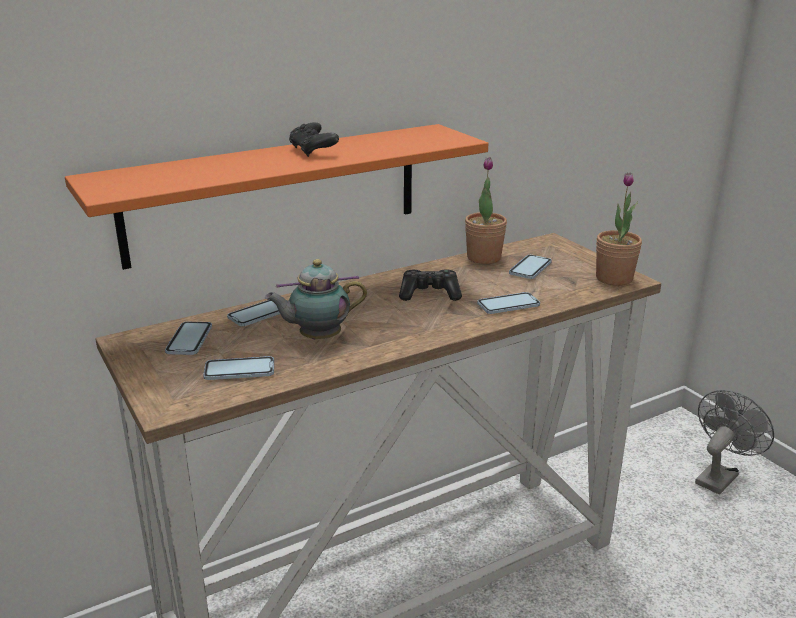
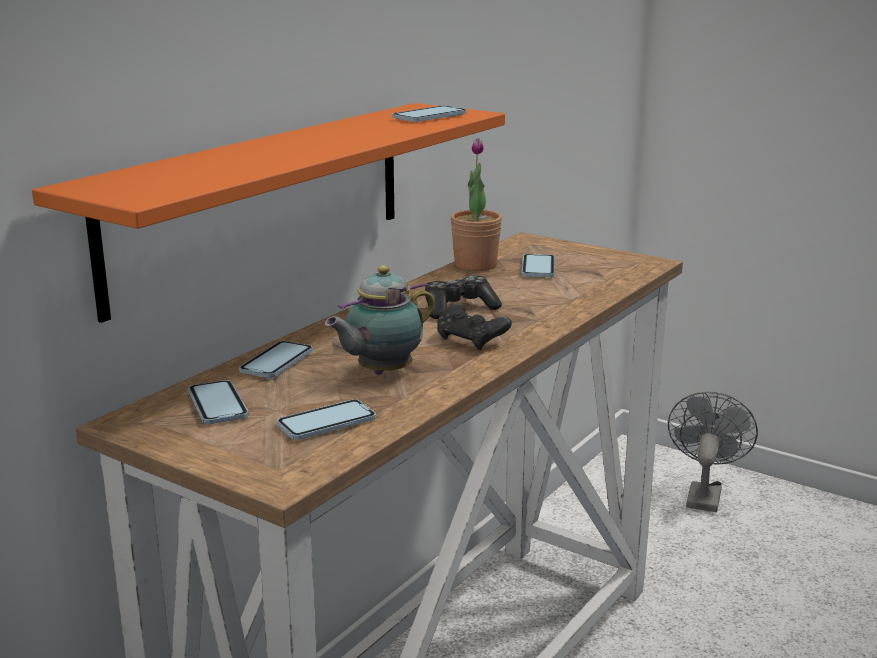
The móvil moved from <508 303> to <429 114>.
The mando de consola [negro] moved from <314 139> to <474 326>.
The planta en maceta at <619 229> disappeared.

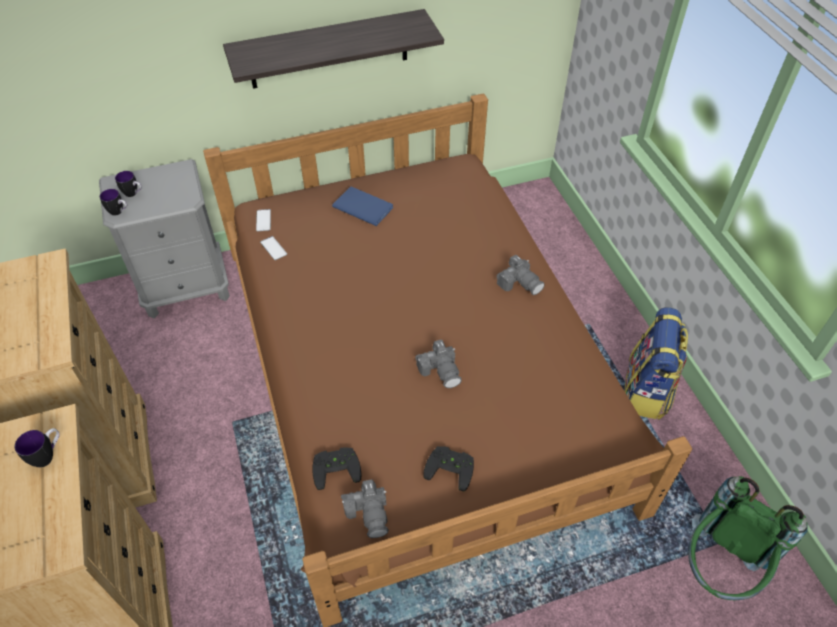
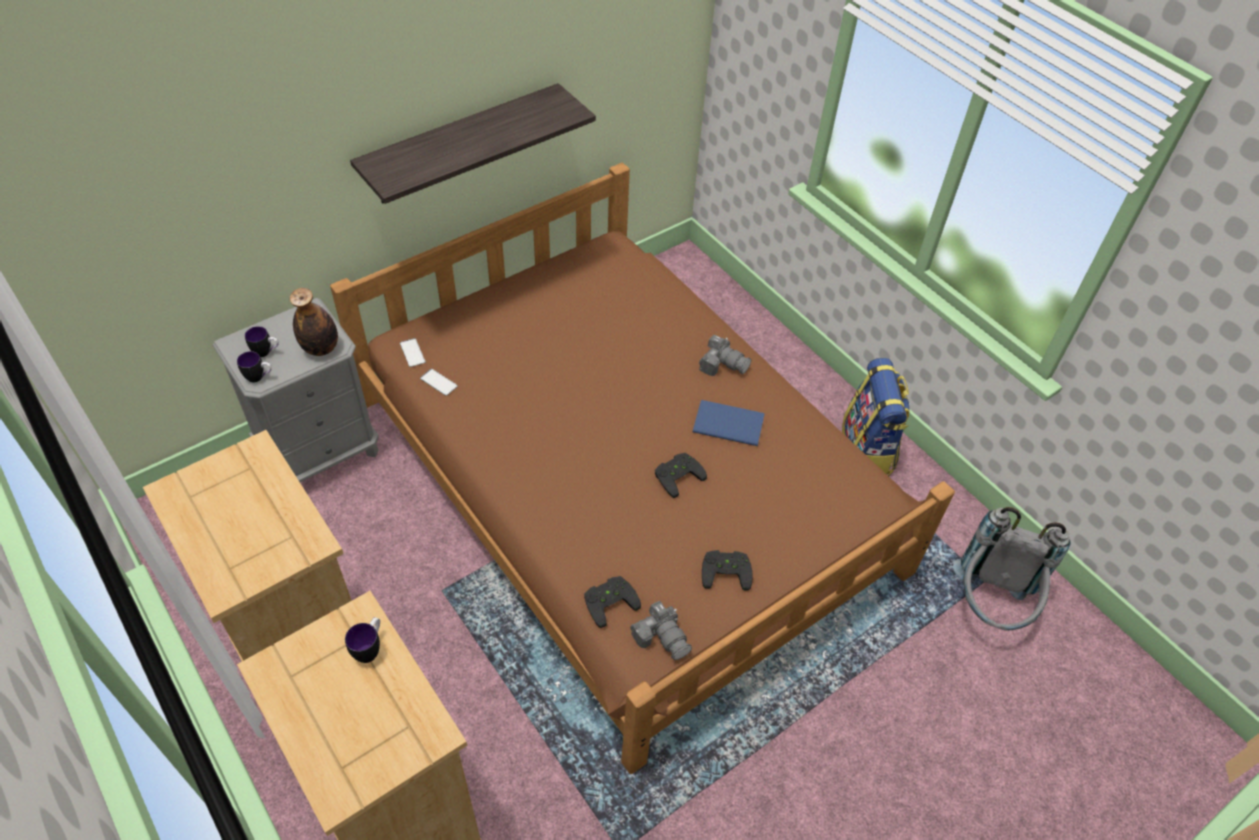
The botella at <314 322> appeared.
The cámara at <438 363> was replaced by the mando de consola [negro] at <681 475>.
The libro [azul] moved from <362 206> to <728 423>.
The mochila [verde] at <748 538> became the mochila [gris] at <1012 569>.

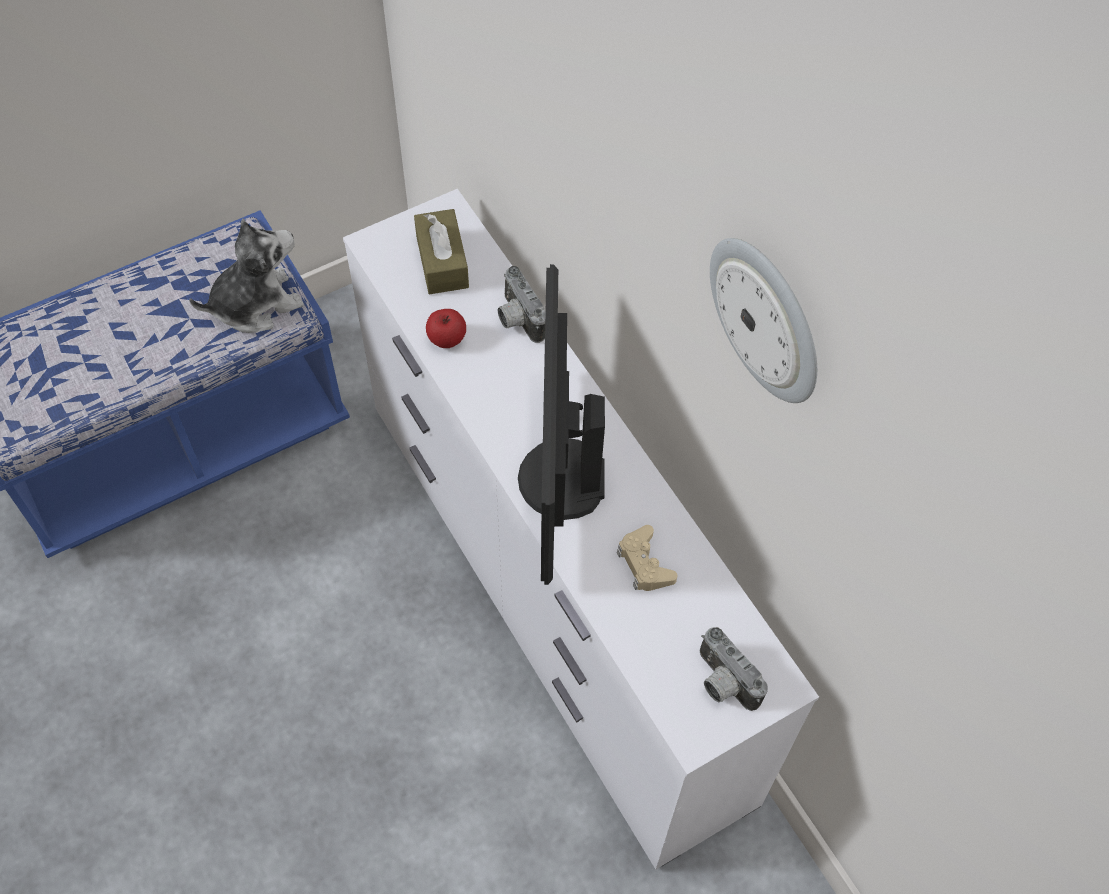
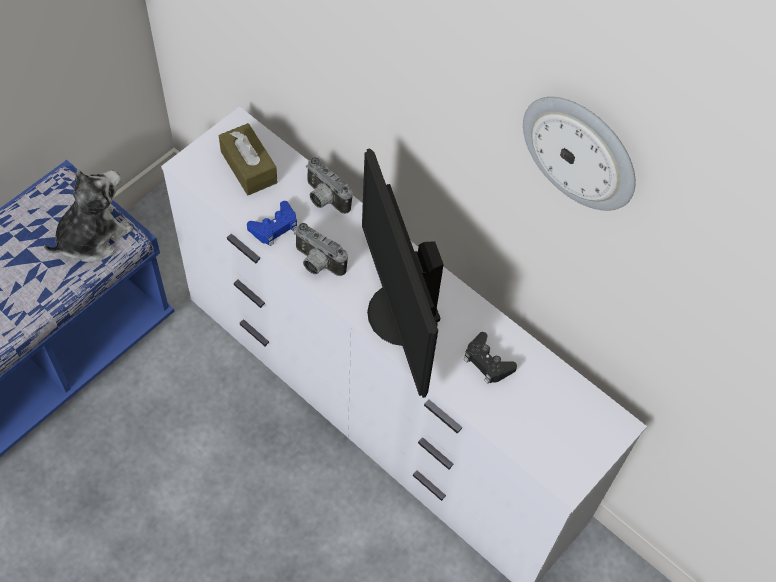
The manzana at <446 328> was replaced by the mando de consola [azul] at <272 223>.
The cámara moved from <734 669> to <321 249>.
The mando de consola [beis] at <647 558> became the mando de consola [negro] at <490 358>.

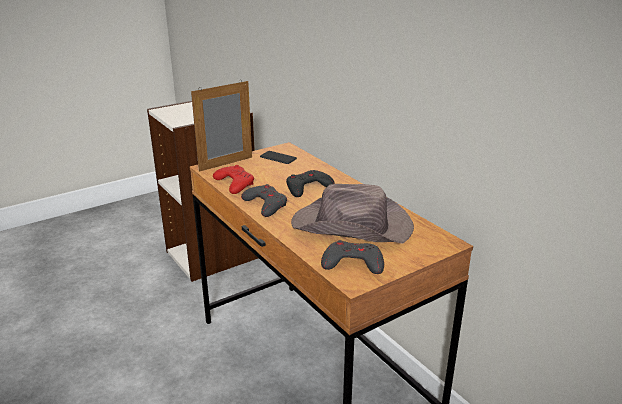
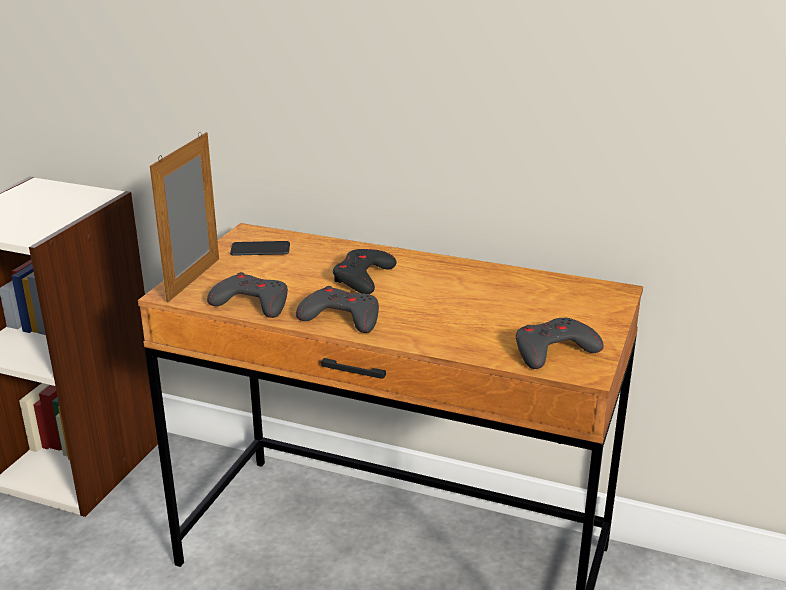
The mando de consola [rojo] at <233 179> became the mando de consola [gris] at <247 295>.
The sombrero [marrón] at <352 214> disappeared.

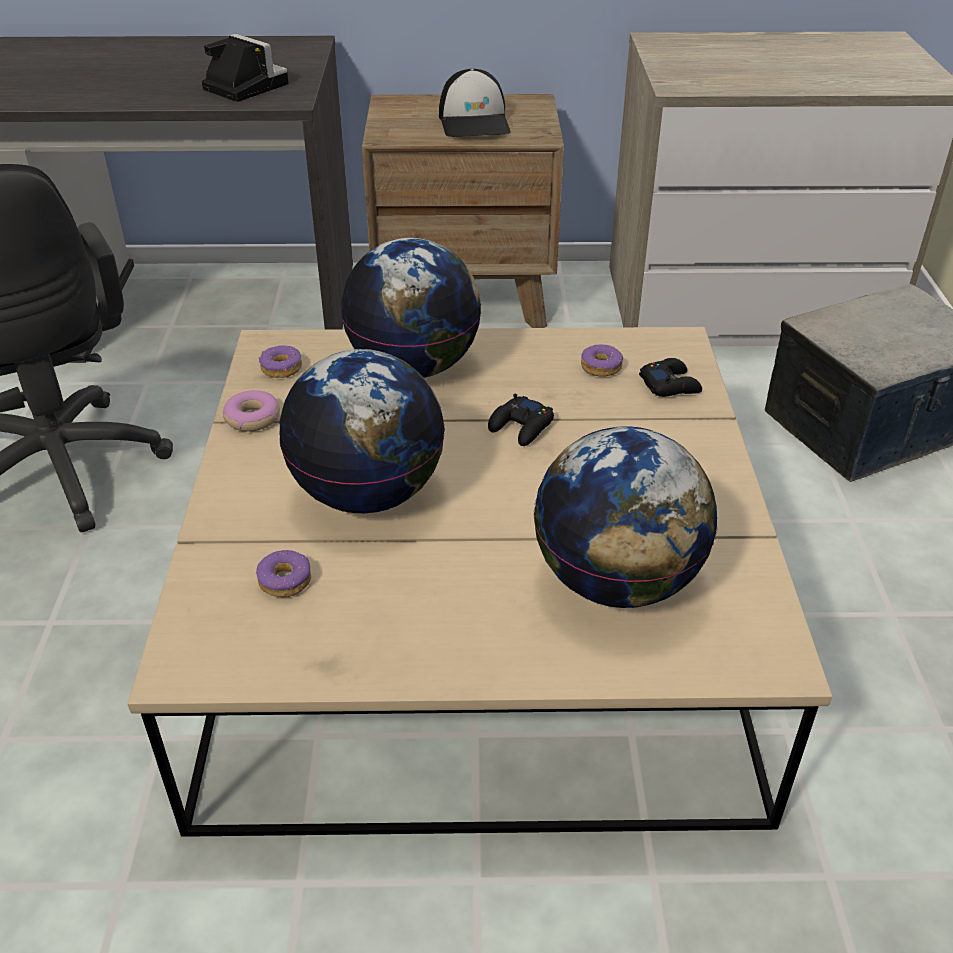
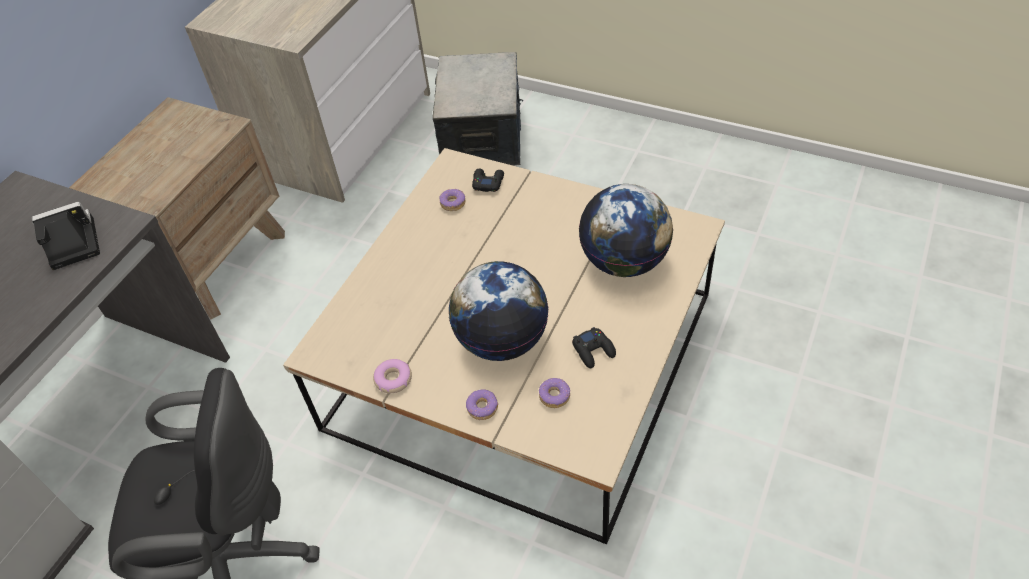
The rosquilla moved from <280 361> to <482 404>.
The mando de consola [negro] moved from <521 420> to <594 347>.
The globo terráqueo at <411 308> disappeared.
The gorra at <475 103> disappeared.

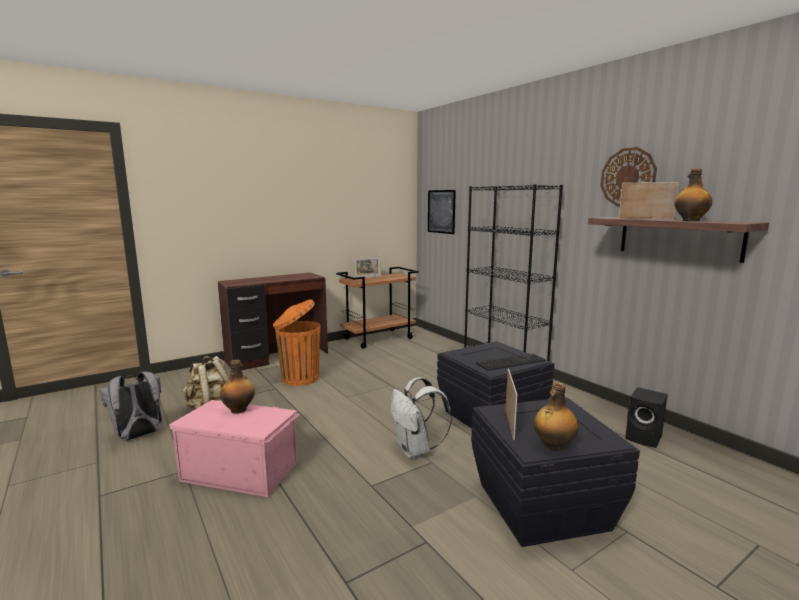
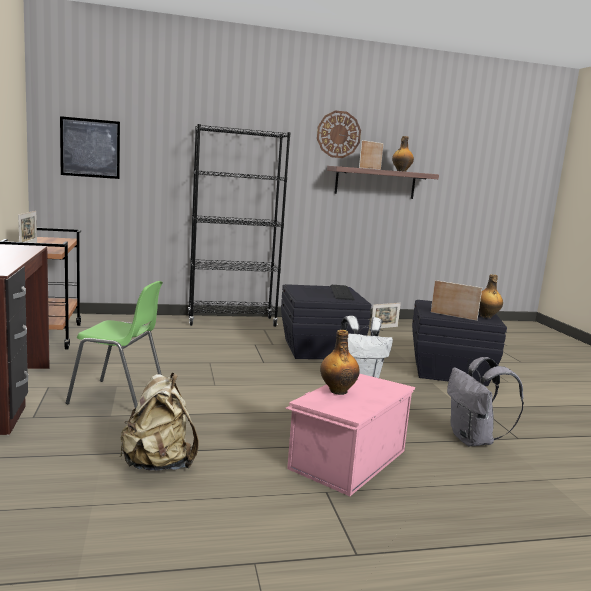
The papelera [naranja] at <296 342> was replaced by the silla [verde] at <114 345>.
The altavoz [negro] at <646 417> was replaced by the portarretratos at <386 315>.
The mochila [gris] moved from <130 406> to <485 401>.

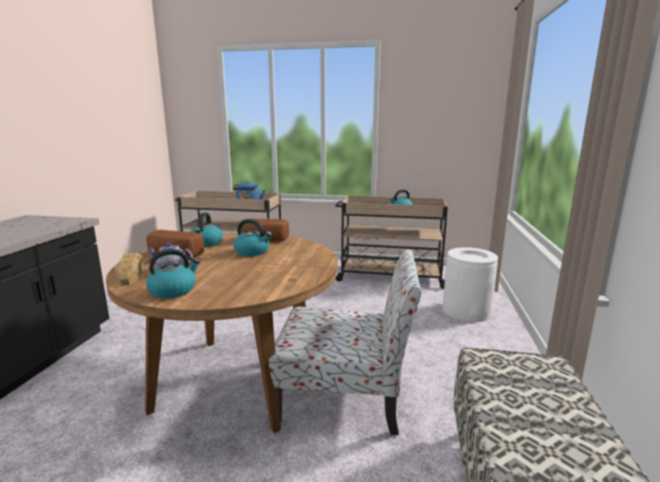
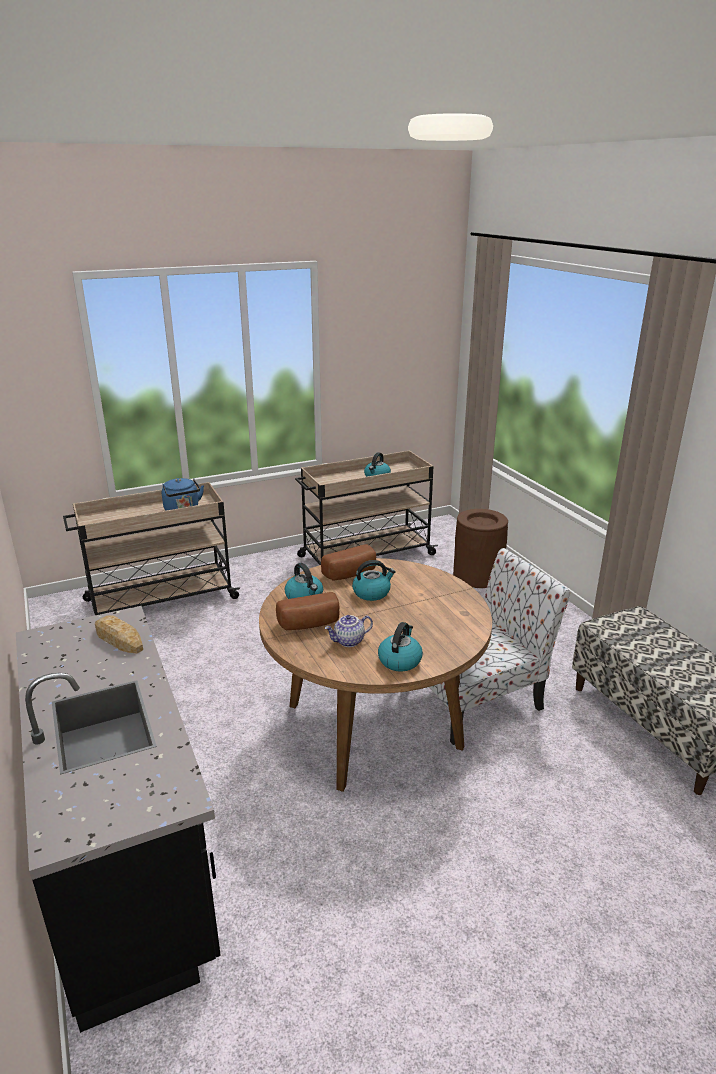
The pan moved from <129 269> to <119 634>.
The papelera [blanco] at <470 284> became the papelera [marrón] at <480 548>.

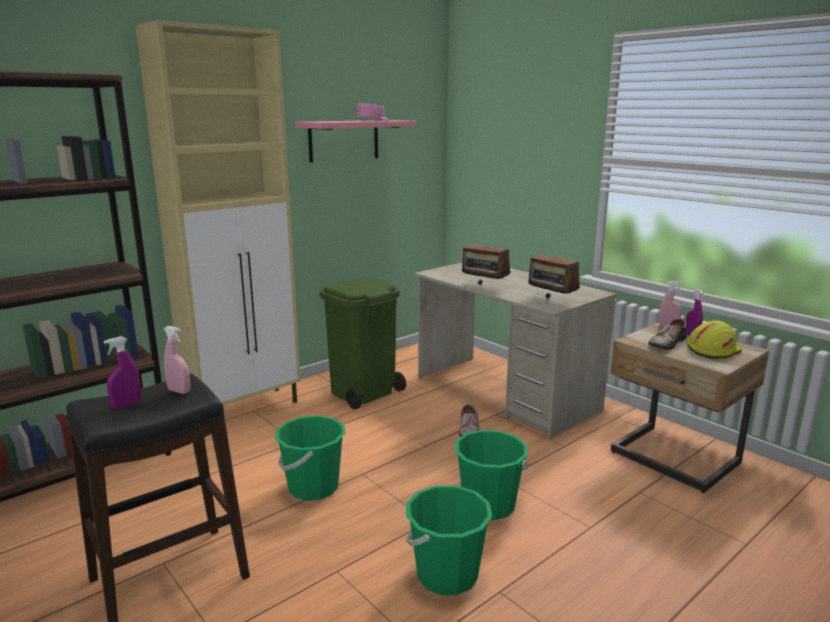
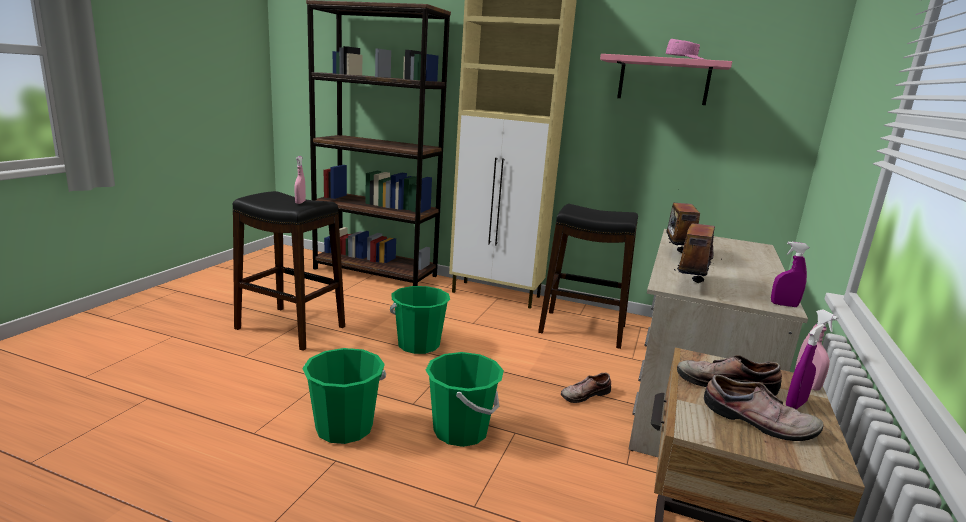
The papelera [verde] at <363 343> was replaced by the taburete [negro] at <588 276>.
The casco [amarillo] at <714 339> was replaced by the zapato at <764 408>.
The pulverizador [morado] moved from <122 372> to <790 274>.

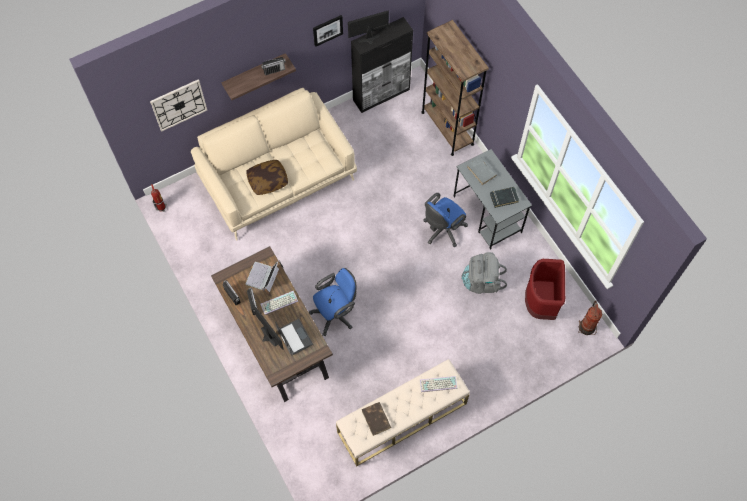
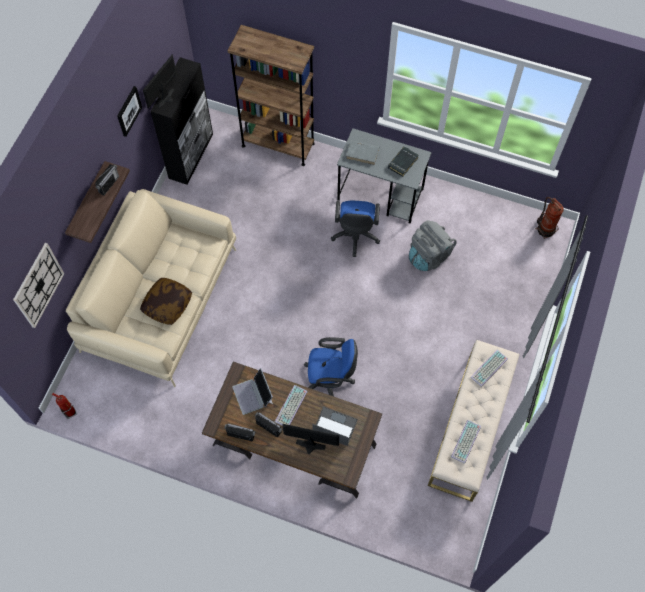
The silla de oficina [azul] at <332 302> turned 75 degrees clockwise.
The libro [marrón] at <376 419> was replaced by the teclado at <466 442>.
The papelera [rojo] at <545 289> disappeared.

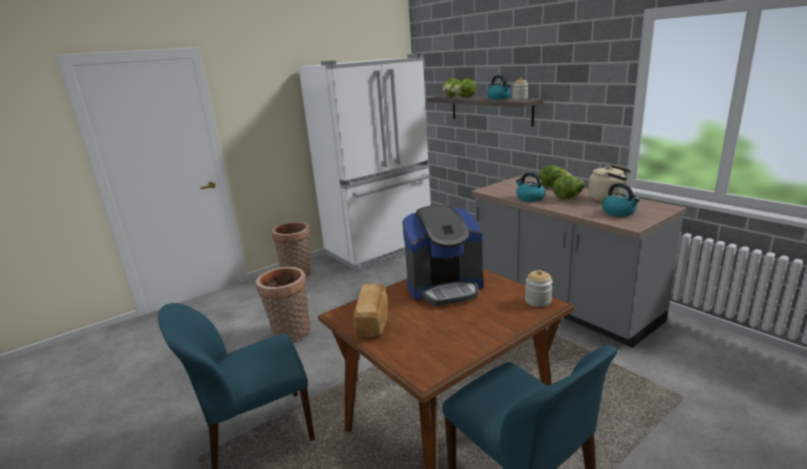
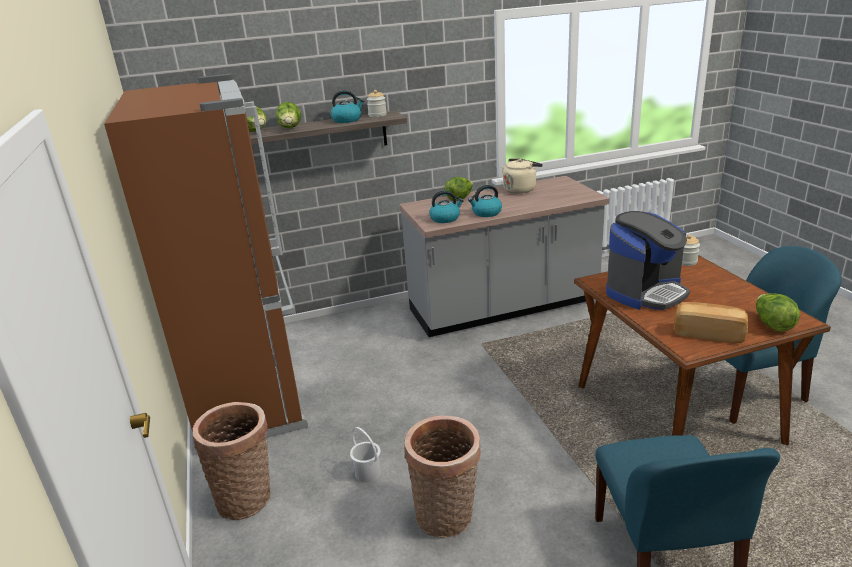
The nevera [blanco] at <364 163> became the nevera [marrón] at <206 256>.
The cubo [blanco] at <365 455> appeared.
The hervidor moved from <621 200> to <446 207>.
The cafetera at <442 255> turned 45 degrees clockwise.
The lechuga moved from <569 187> to <778 312>.

